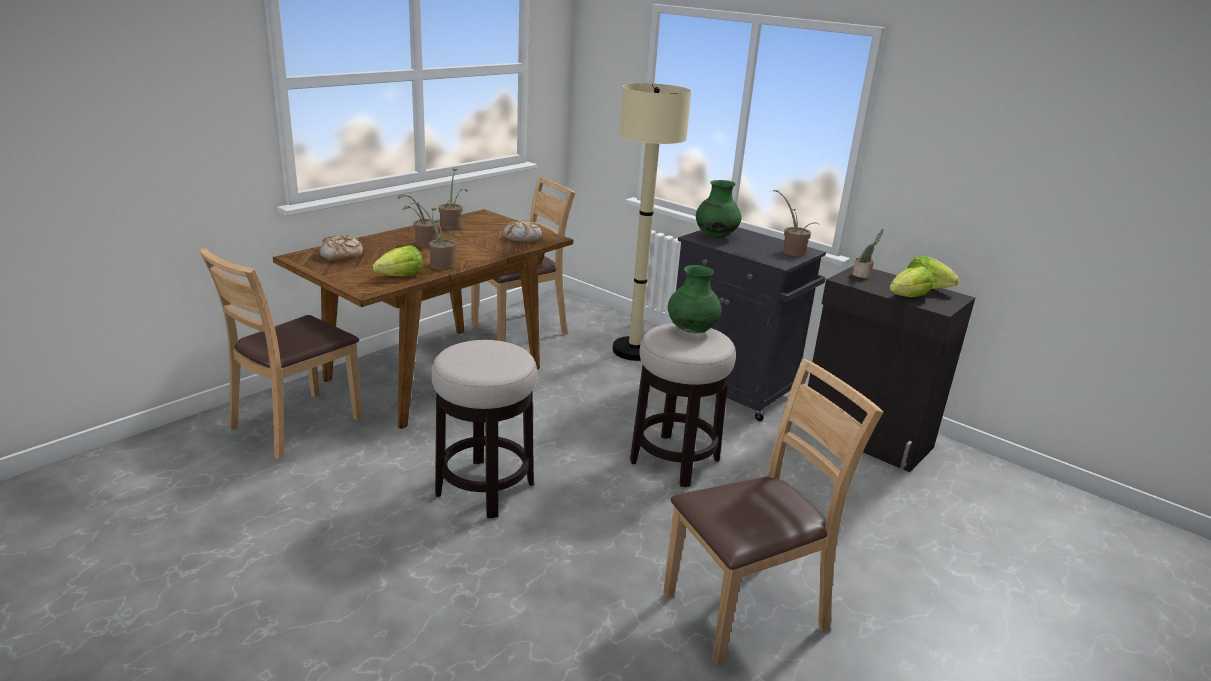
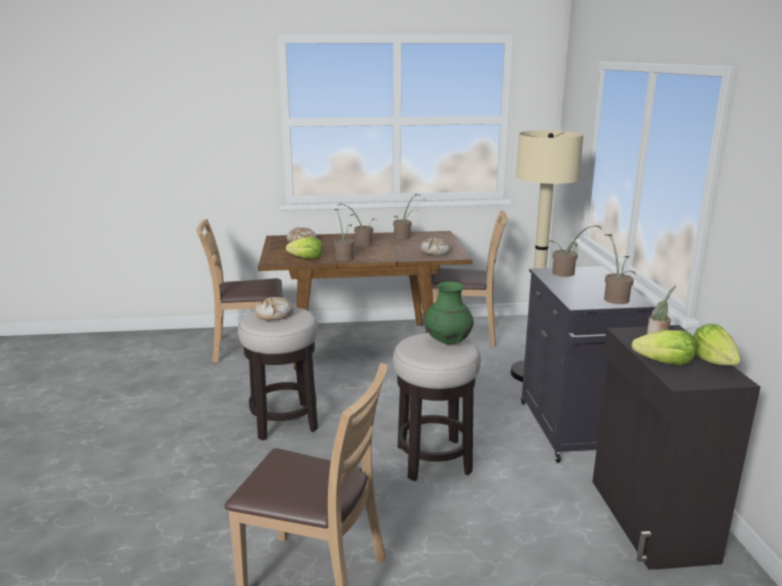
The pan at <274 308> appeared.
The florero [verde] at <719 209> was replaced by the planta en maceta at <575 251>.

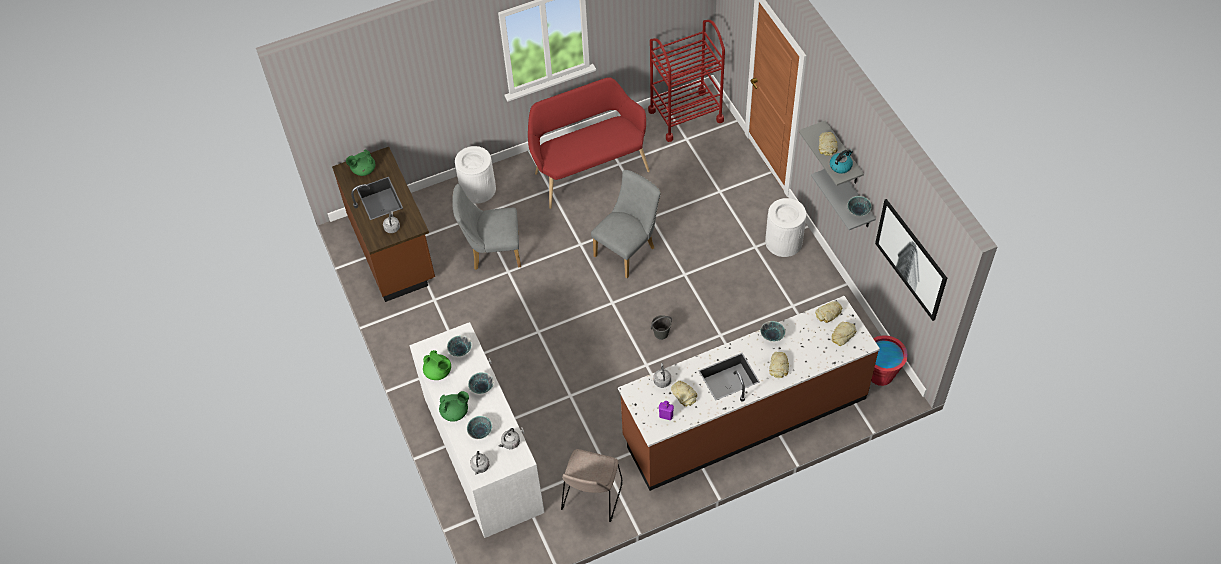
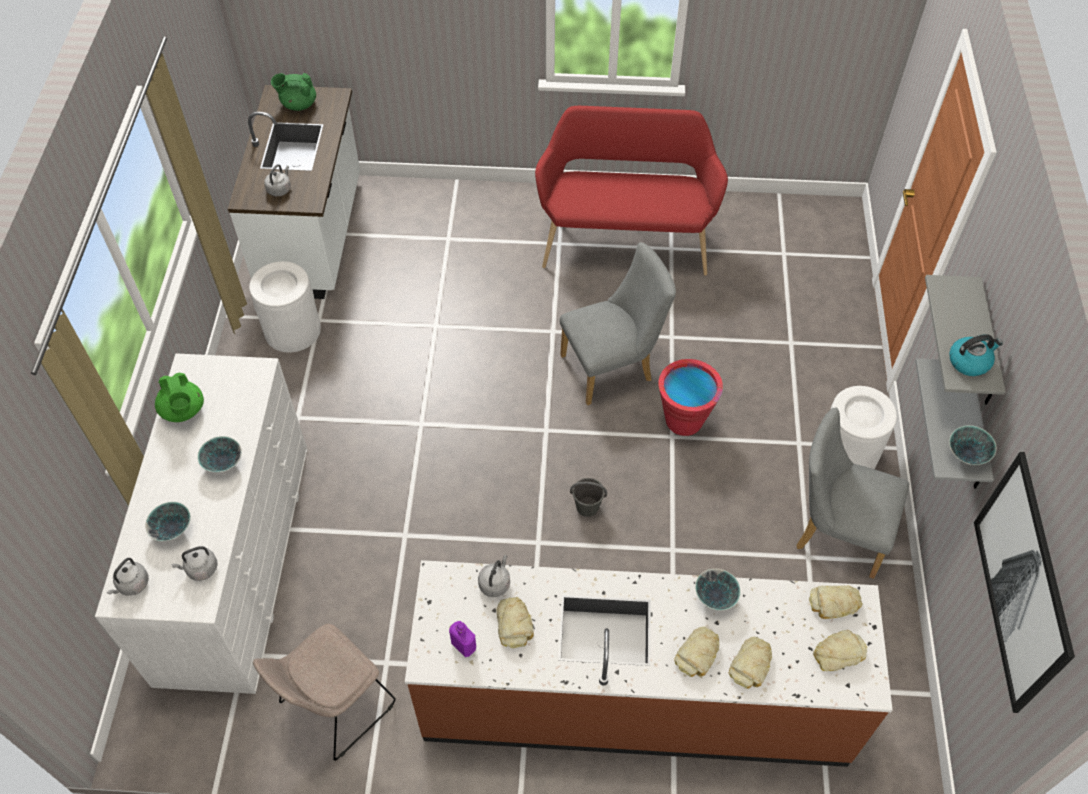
The mueble bajo de cocina [marrón] at <383 224> became the mueble bajo de cocina [blanco] at <294 192>.
The papelera [blanco] moved from <475 175> to <285 306>.
The cubo [rojo] moved from <889 360> to <691 397>.
The pan moved from <828 144> to <750 663>.
The silla [gris] moved from <486 227> to <852 493>.
The tetera [verde] at <454 406> disappeared.
The cuenco at <459 346> disappeared.
The carrito [rojo] at <686 81> disappeared.

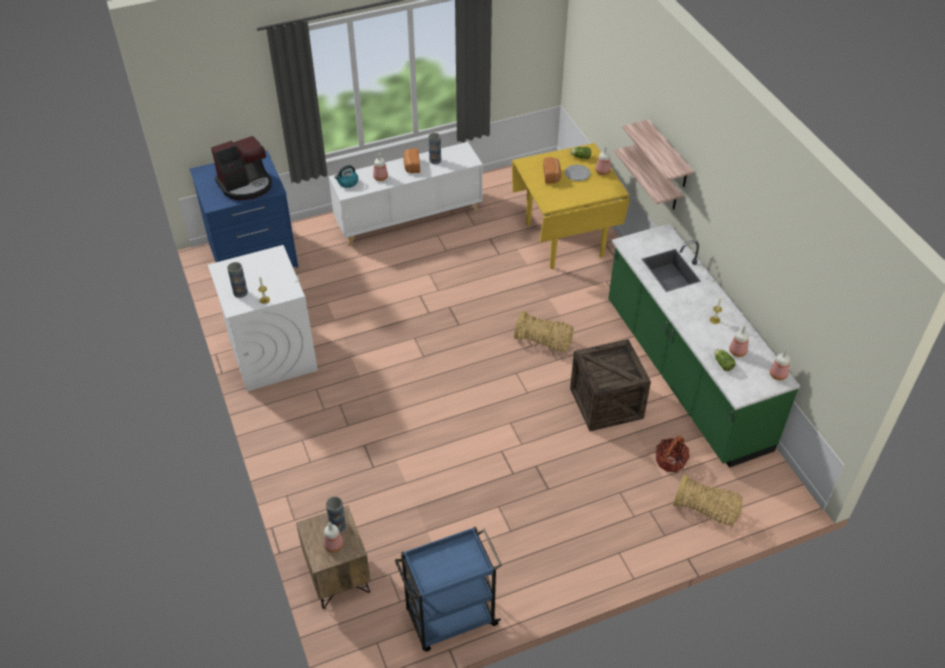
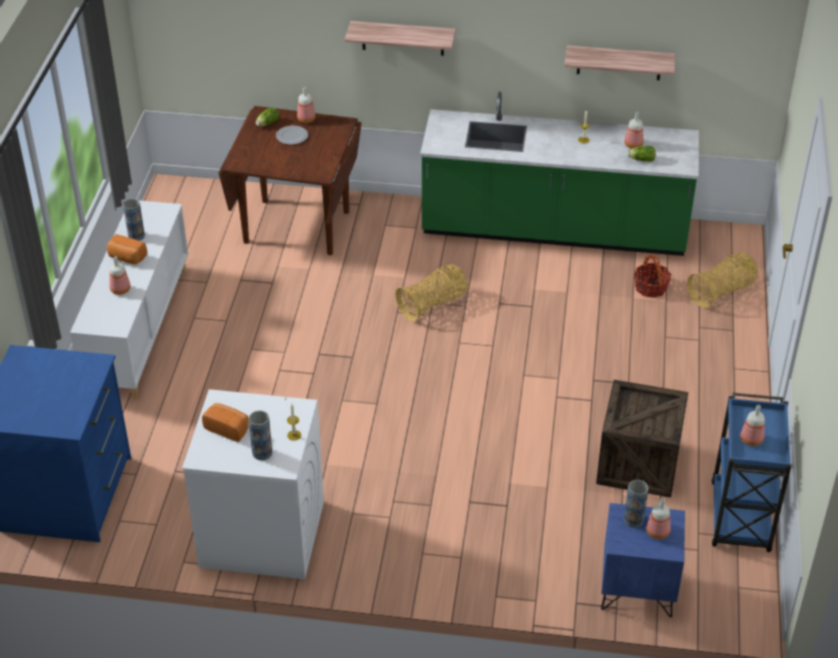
The pan moved from <552 170> to <225 422>.
The mesa de comedor [amarillo] at <571 206> became the mesa de comedor [marrón] at <290 180>.
The estante moved from <648 177> to <619 62>.
The caja de embalaje moved from <610 385> to <642 438>.
The mesita de noche [marrón] at <333 557> became the mesita de noche [azul] at <643 560>.
The botella moved from <780 364> to <752 425>.
The cafetera at <241 168> disappeared.
The hervidor at <346 176> disappeared.

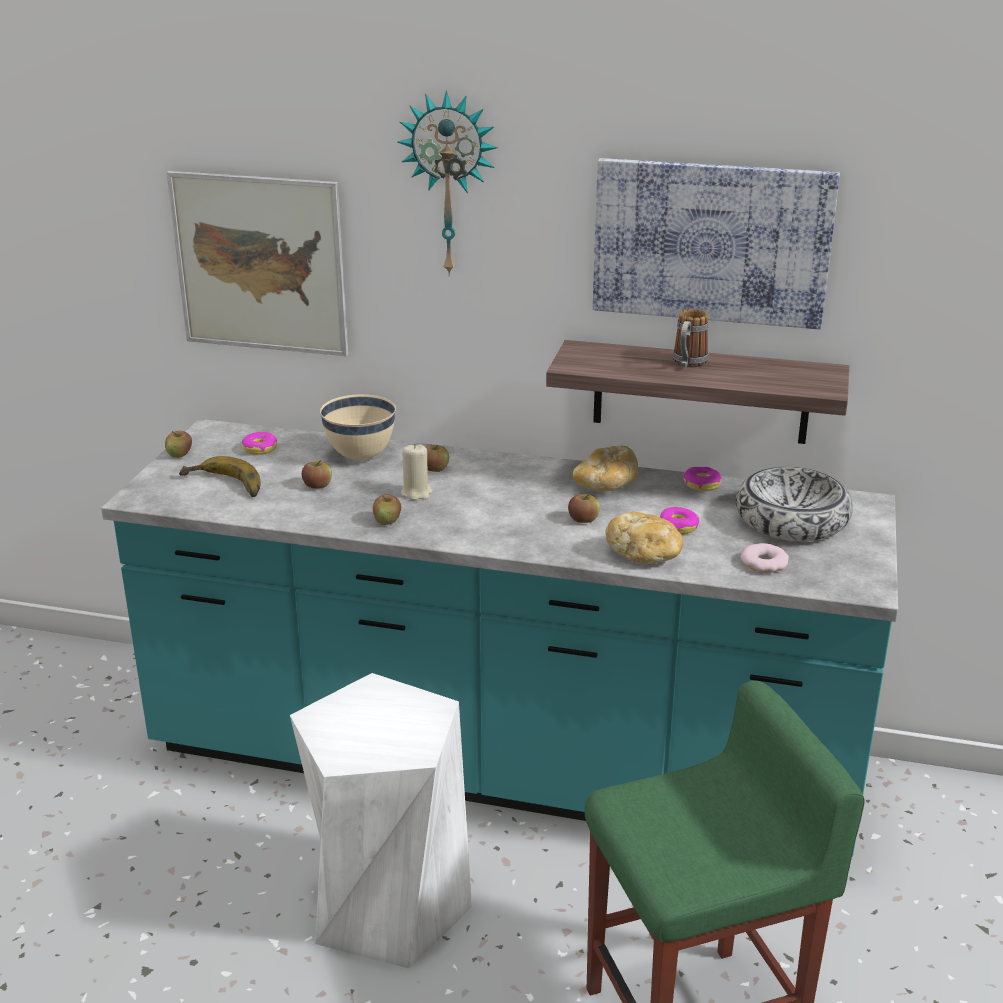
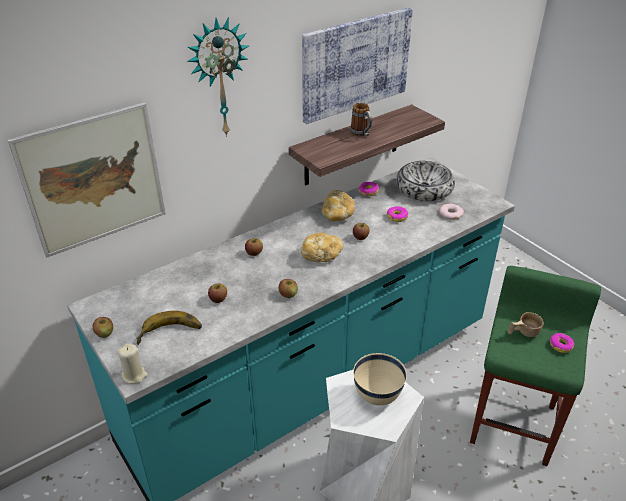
The vela [beis] moved from <416 472> to <133 364>.
The pan moved from <644 538> to <322 247>.
The cuenco [beis] moved from <358 427> to <380 379>.
The taza [beis] at <525 324> appeared.
The rosquilla moved from <259 443> to <561 343>.

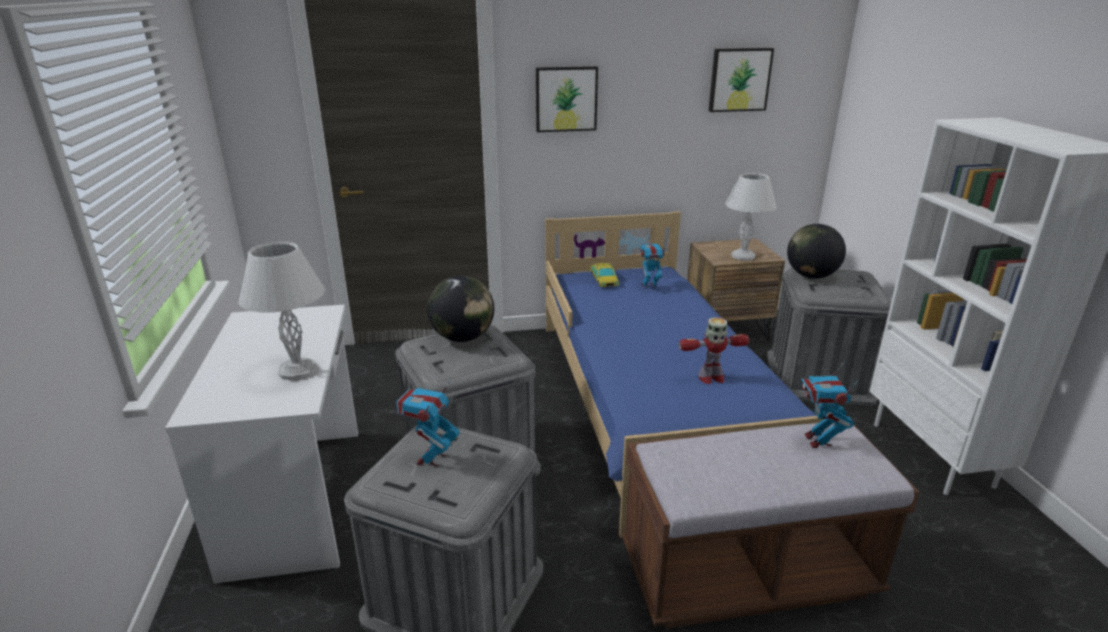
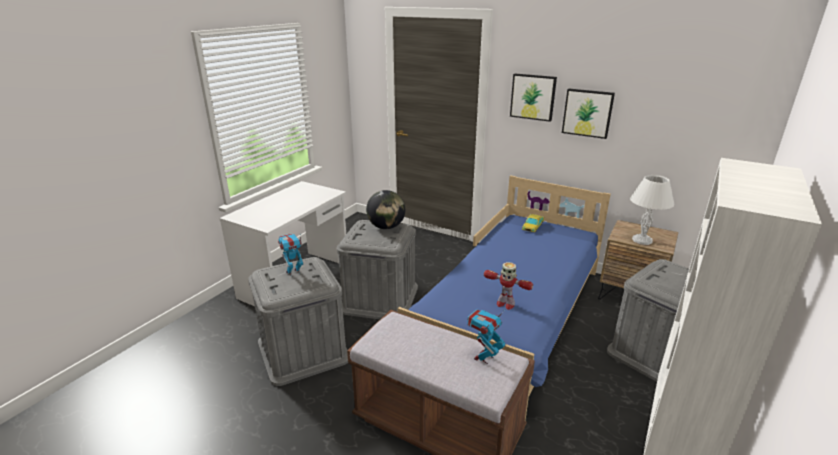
The cuadro moved from <741 80> to <588 114>.
The lámpara de mesa [blanco] at <281 310> disappeared.
The robot de juguete at <653 266> disappeared.
The globo terráqueo at <816 251> disappeared.

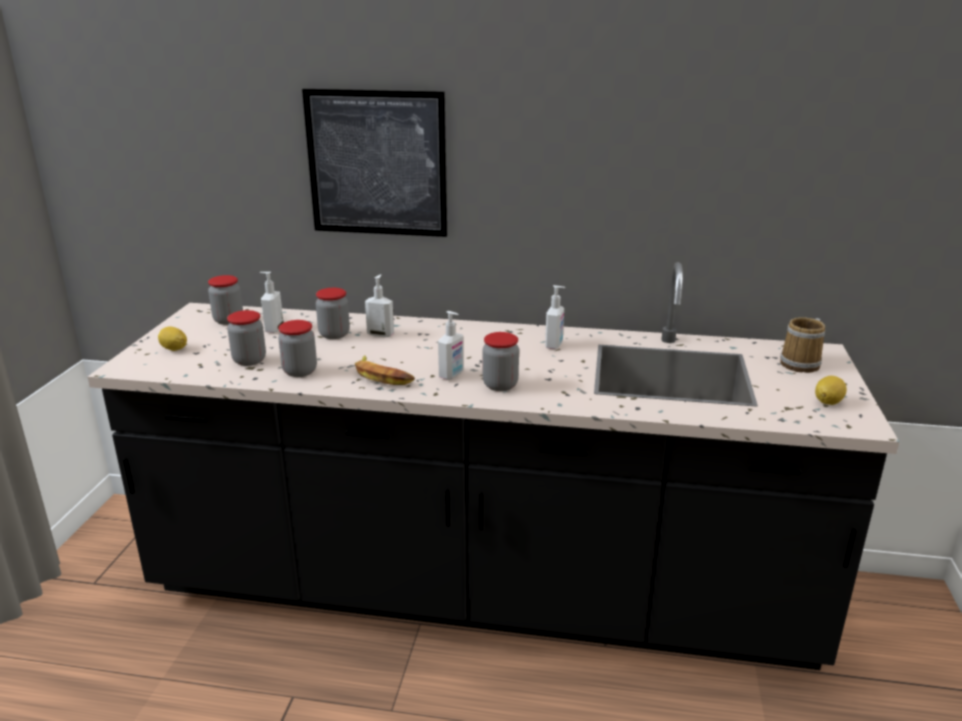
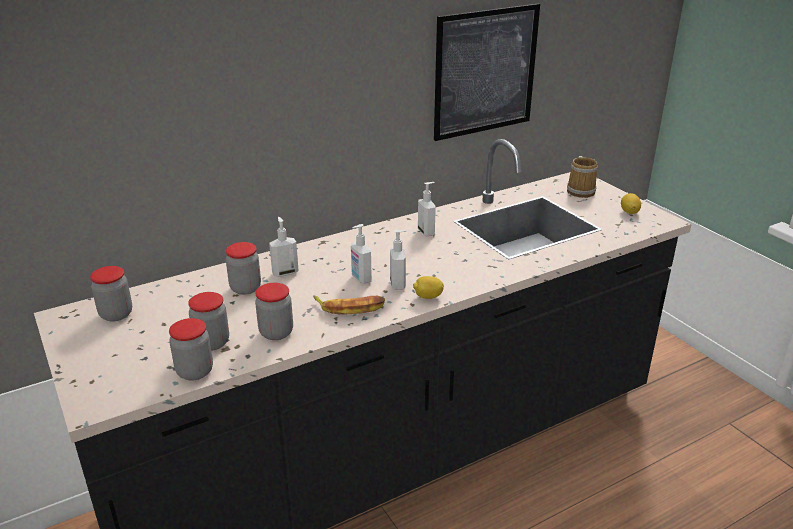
The tarro moved from <501 361> to <191 349>.
The dispensador de jabón moved from <272 302> to <361 254>.
The limón moved from <172 338> to <428 287>.
The cuadro moved from <374 163> to <487 72>.

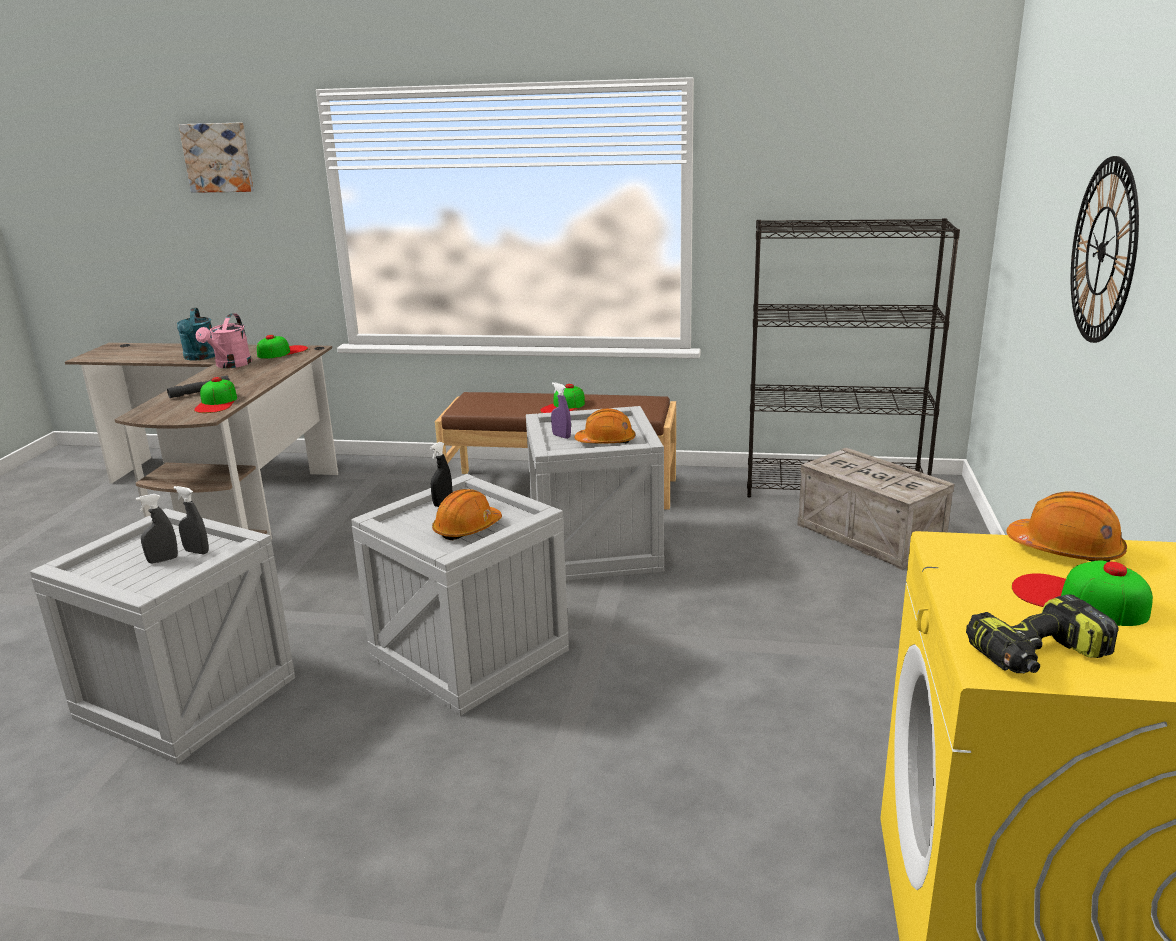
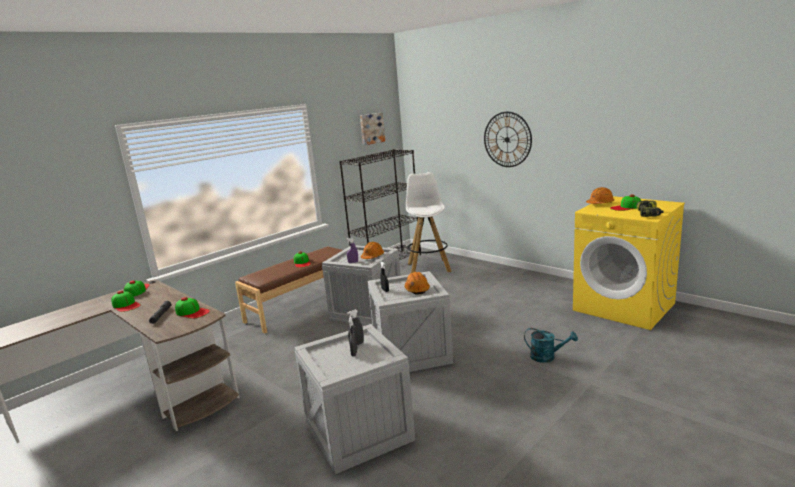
The regadera [rosa] at <224 340> was replaced by the gorra at <126 301>.
The cuadro moved from <216 157> to <372 129>.
The caja de embalaje at <875 509> was replaced by the taburete [blanco] at <429 222>.
The regadera [turquesa] moved from <196 334> to <551 345>.

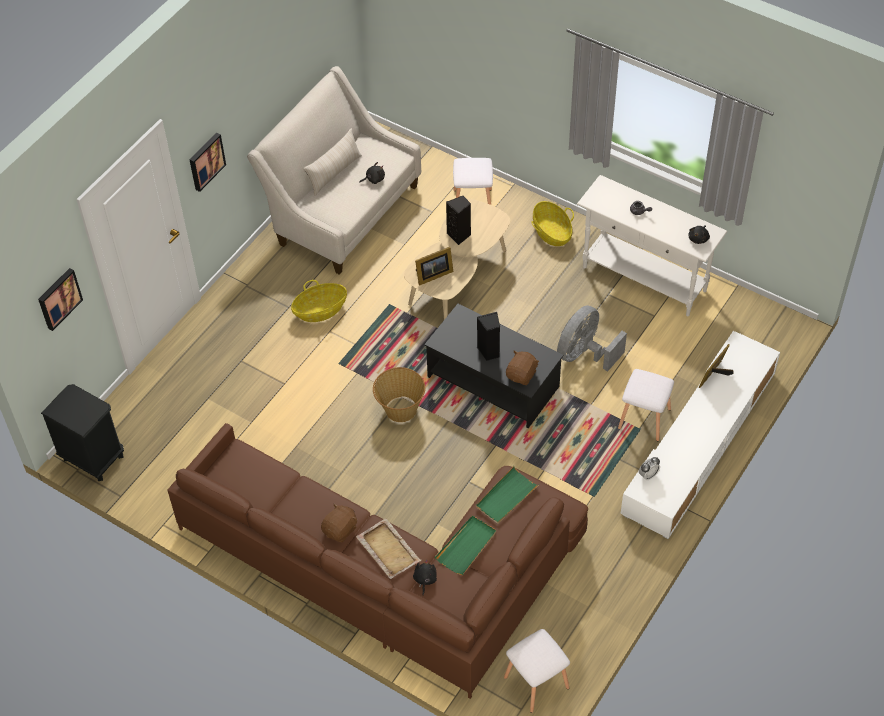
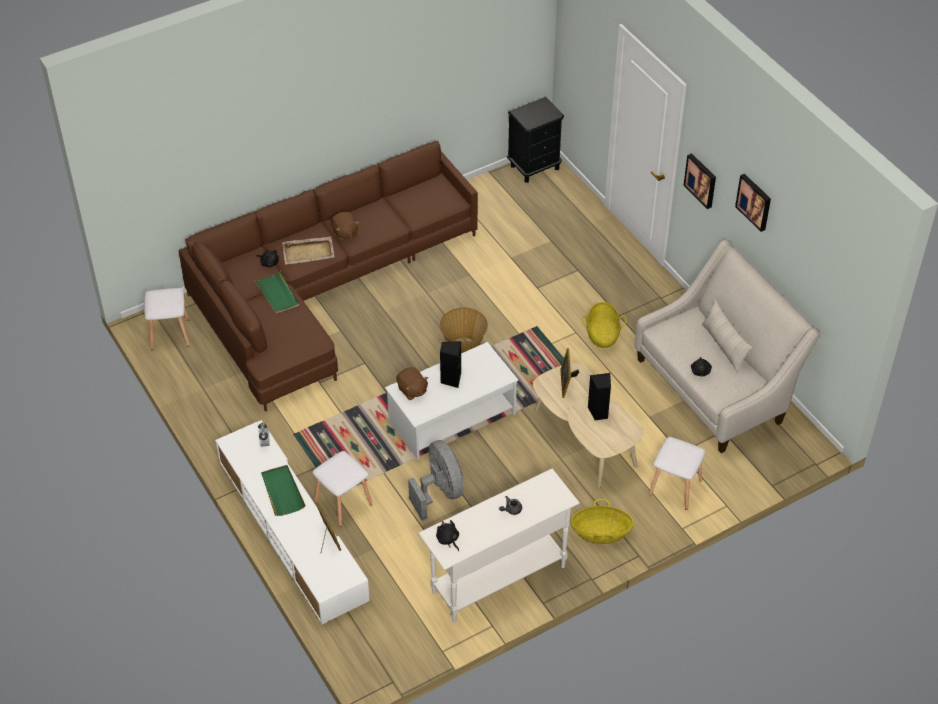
The bandeja [verde] moved from <507 495> to <283 490>.
The mesa de centro [negro] at <494 366> became the mesa de centro [blanco] at <452 401>.
The cuadro moved from <60 299> to <753 203>.

